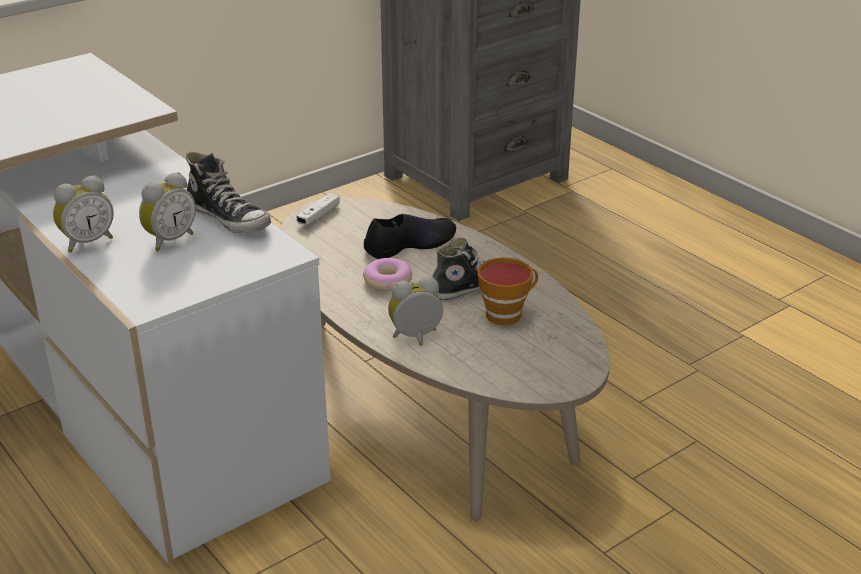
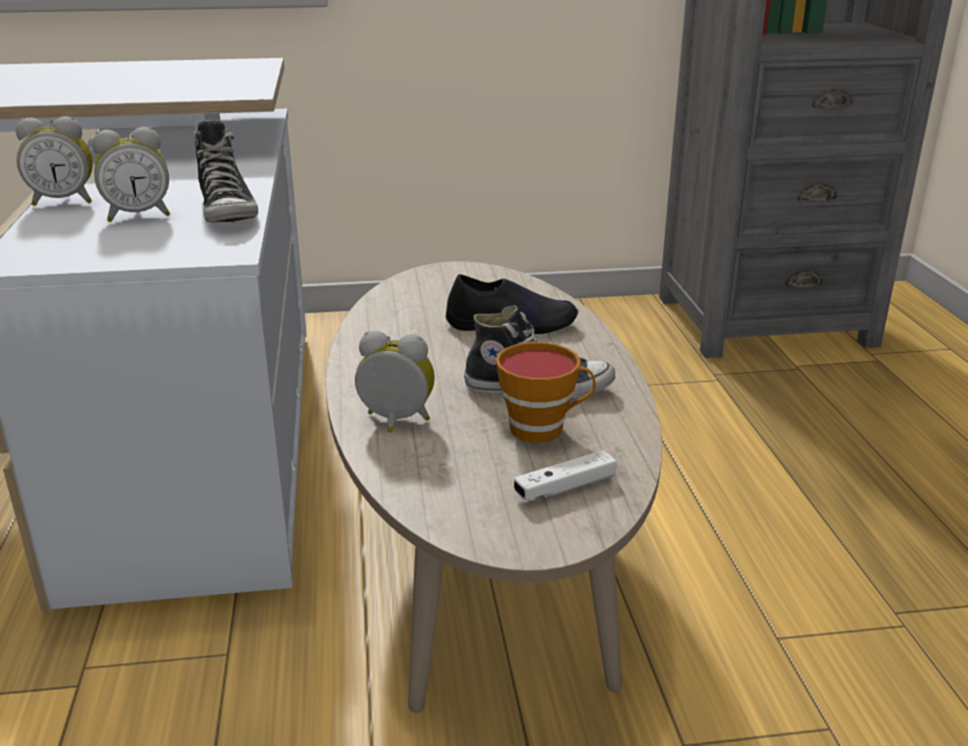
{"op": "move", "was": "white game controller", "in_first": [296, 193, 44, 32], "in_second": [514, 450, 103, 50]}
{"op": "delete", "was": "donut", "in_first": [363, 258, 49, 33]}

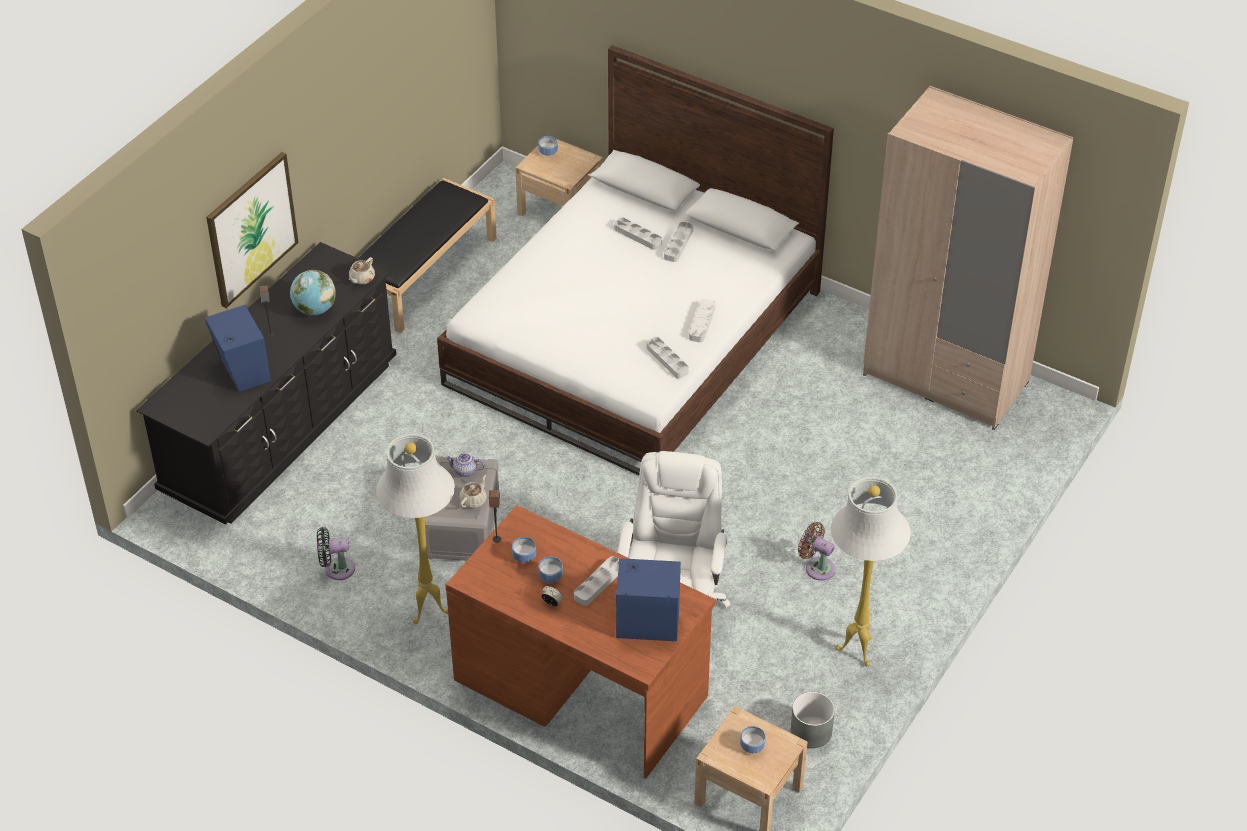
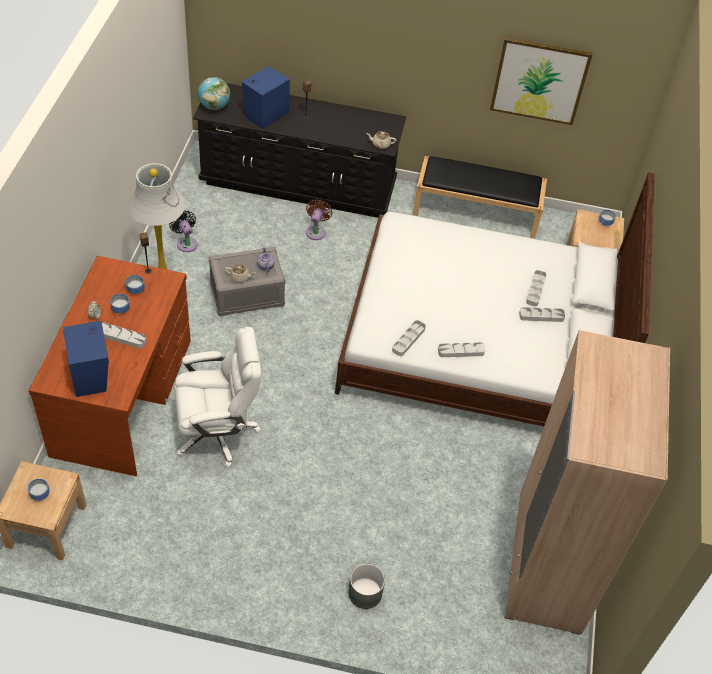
{"op": "move", "was": "picture", "in_first": [206, 152, 93, 156], "in_second": [490, 37, 103, 88]}
{"op": "move", "was": "globe", "in_first": [290, 270, 46, 45], "in_second": [198, 77, 32, 33]}
{"op": "delete", "was": "white floor lamp", "in_first": [831, 477, 80, 190]}
{"op": "move", "was": "brown fan", "in_first": [798, 522, 37, 59], "in_second": [306, 199, 27, 41]}
{"op": "move", "was": "grey planter", "in_first": [791, 692, 44, 56], "in_second": [348, 563, 37, 46]}

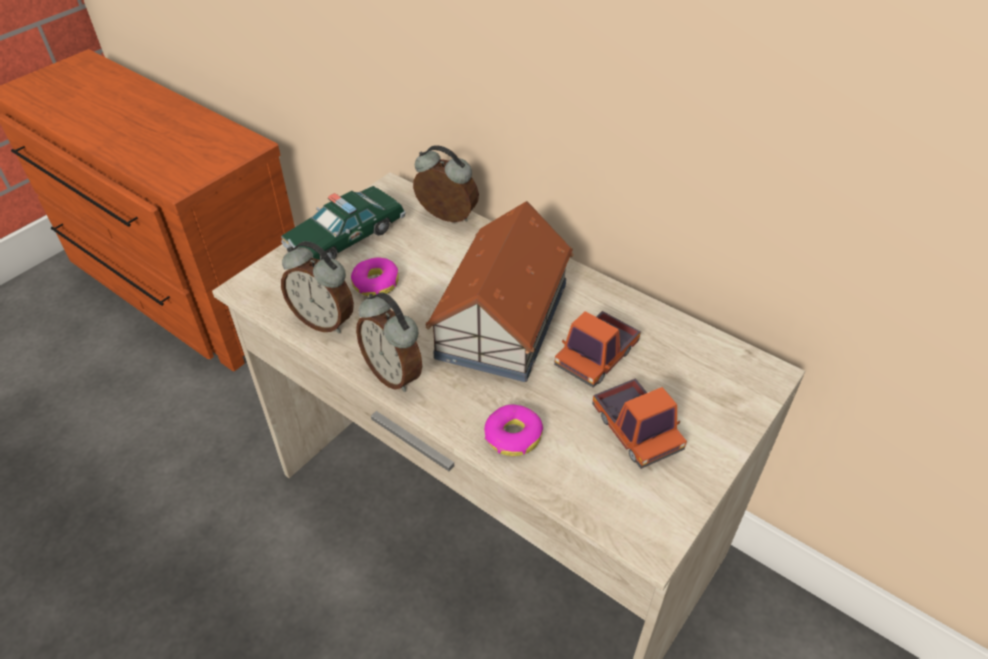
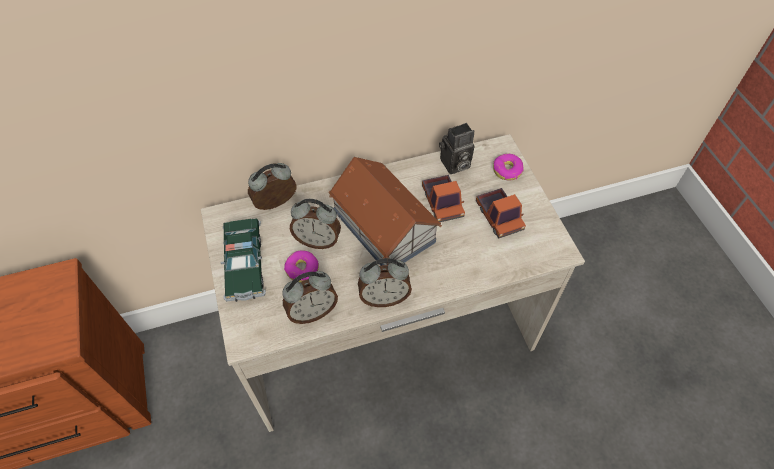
{"op": "rotate", "was": "toy truck", "in_first": [592, 378, 95, 91], "in_second": [476, 188, 50, 51], "clockwise": 60}
{"op": "move", "was": "donut", "in_first": [484, 404, 59, 52], "in_second": [493, 154, 31, 26]}
{"op": "insert", "now": "photo camera", "in_second": [439, 123, 35, 51]}
{"op": "insert", "now": "alarm clock", "in_second": [290, 199, 51, 50]}

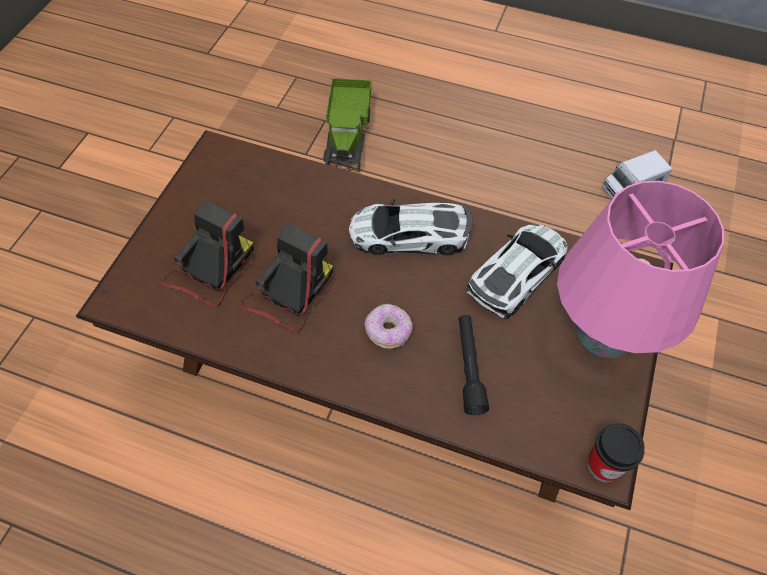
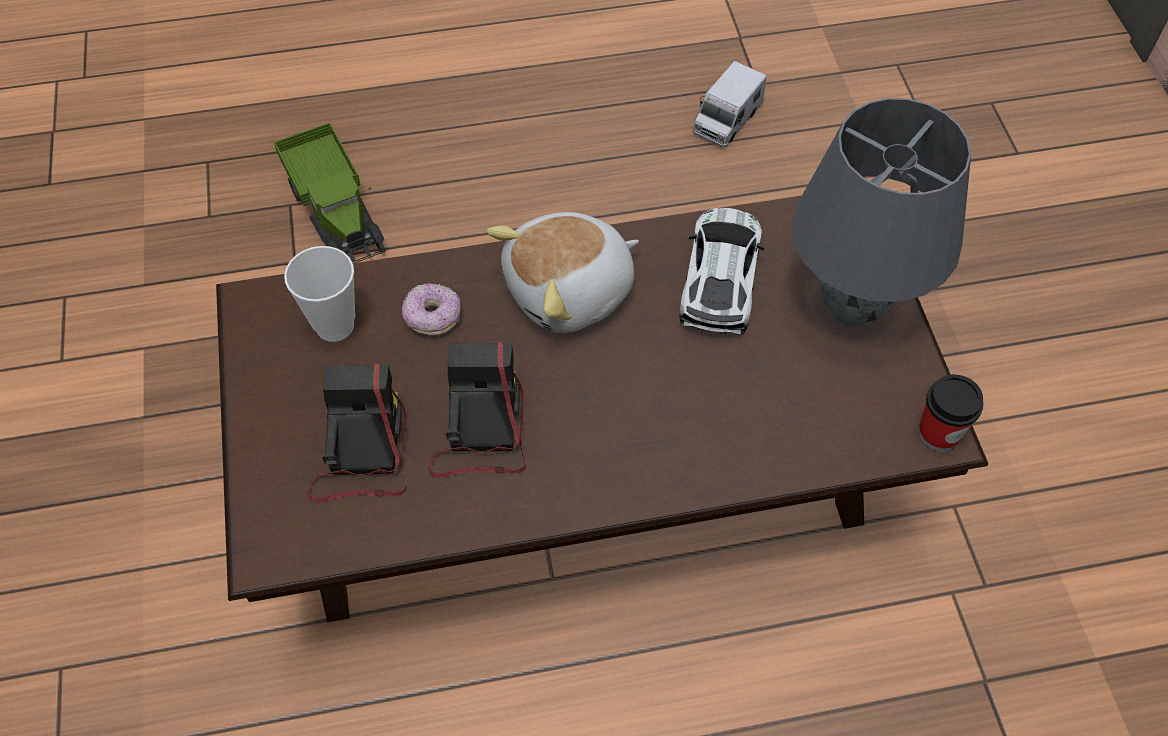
{"op": "recolor", "was": "pink table lamp", "now": "grey table lamp", "in_first": [557, 181, 167, 177], "in_second": [792, 98, 179, 229]}
{"op": "replace", "was": "toy car", "now": "plush toy", "in_first": [349, 198, 124, 57], "in_second": [486, 212, 153, 121]}
{"op": "move", "was": "donut", "in_first": [365, 304, 48, 45], "in_second": [402, 284, 59, 52]}
{"op": "delete", "was": "black flashlight", "in_first": [458, 315, 31, 100]}
{"op": "insert", "now": "cup", "in_second": [284, 246, 71, 96]}

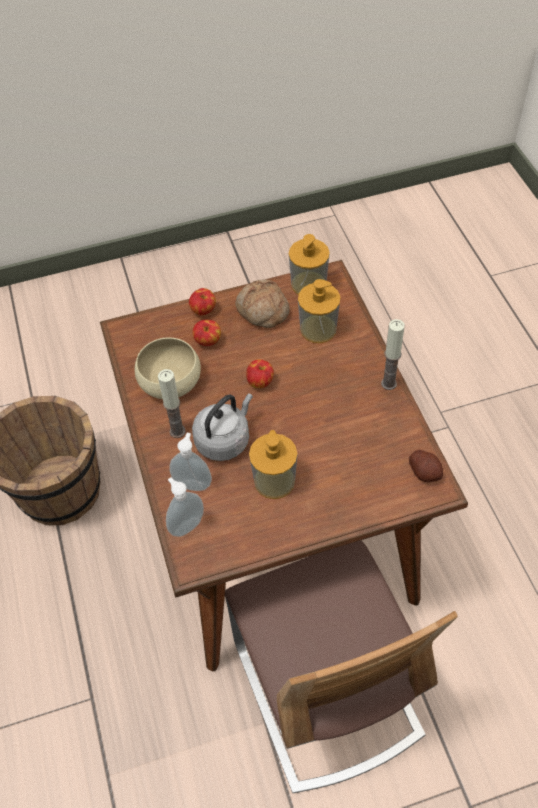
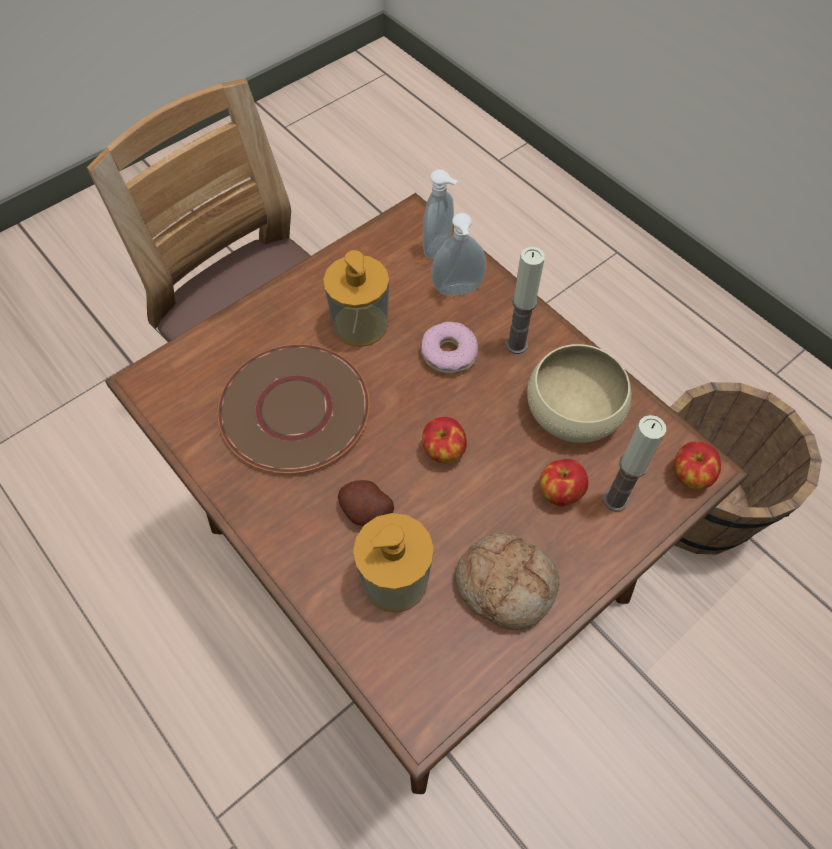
{"op": "delete", "was": "soap dispenser", "in_first": [289, 234, 41, 61]}
{"op": "move", "was": "apple", "in_first": [189, 288, 27, 27], "in_second": [674, 441, 47, 48]}
{"op": "move", "was": "candle", "in_first": [381, 319, 24, 71], "in_second": [603, 415, 63, 97]}
{"op": "replace", "was": "grey kettle", "now": "donut", "in_first": [192, 393, 61, 68], "in_second": [421, 322, 57, 52]}
{"op": "move", "was": "potato", "in_first": [409, 450, 34, 32], "in_second": [338, 480, 56, 46]}
{"op": "insert", "now": "brown plate", "in_second": [217, 344, 153, 129]}

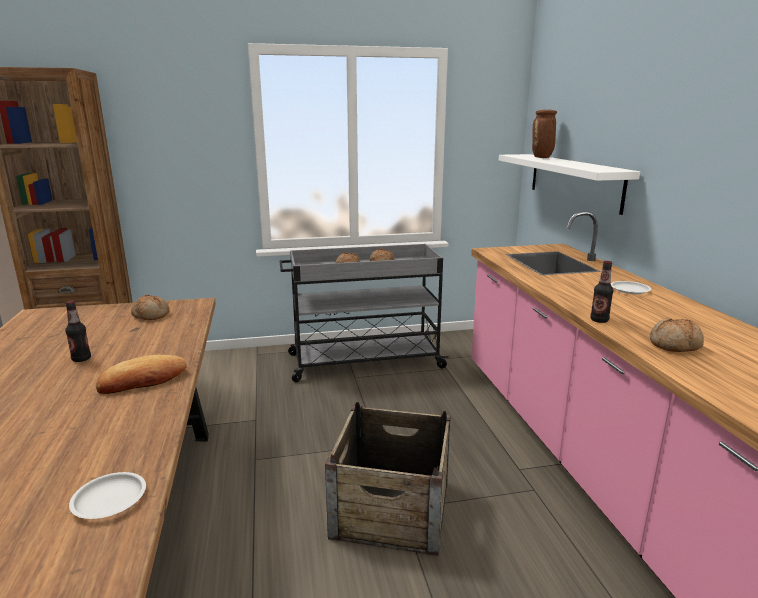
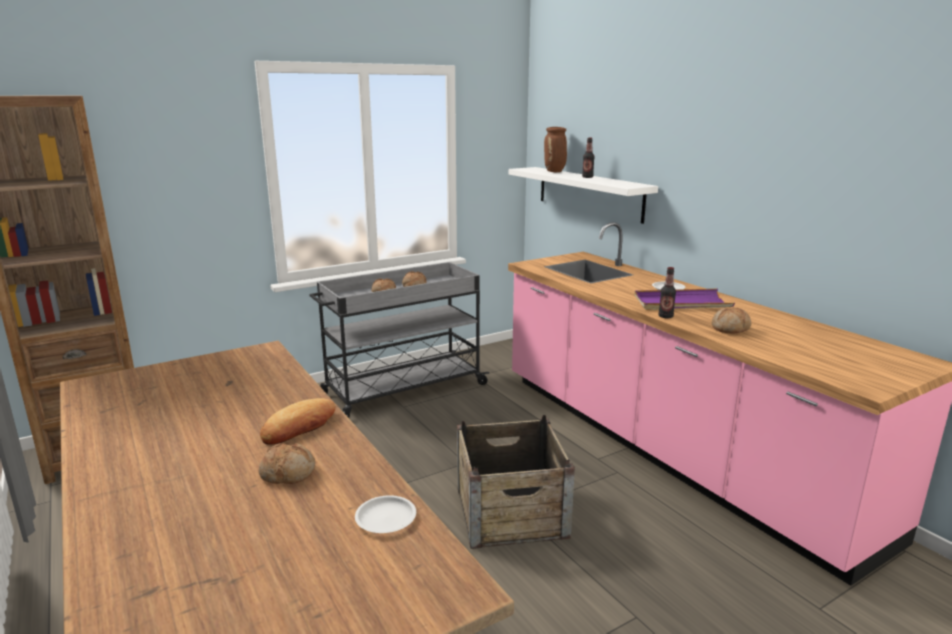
{"op": "move", "was": "bread", "in_first": [131, 295, 39, 25], "in_second": [259, 443, 56, 41]}
{"op": "move", "was": "bottle", "in_first": [65, 301, 26, 61], "in_second": [582, 138, 13, 40]}
{"op": "insert", "now": "purple tray", "in_second": [634, 289, 101, 21]}

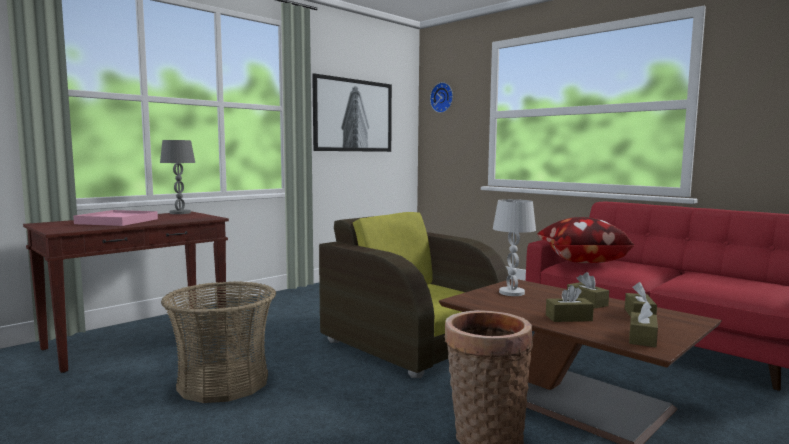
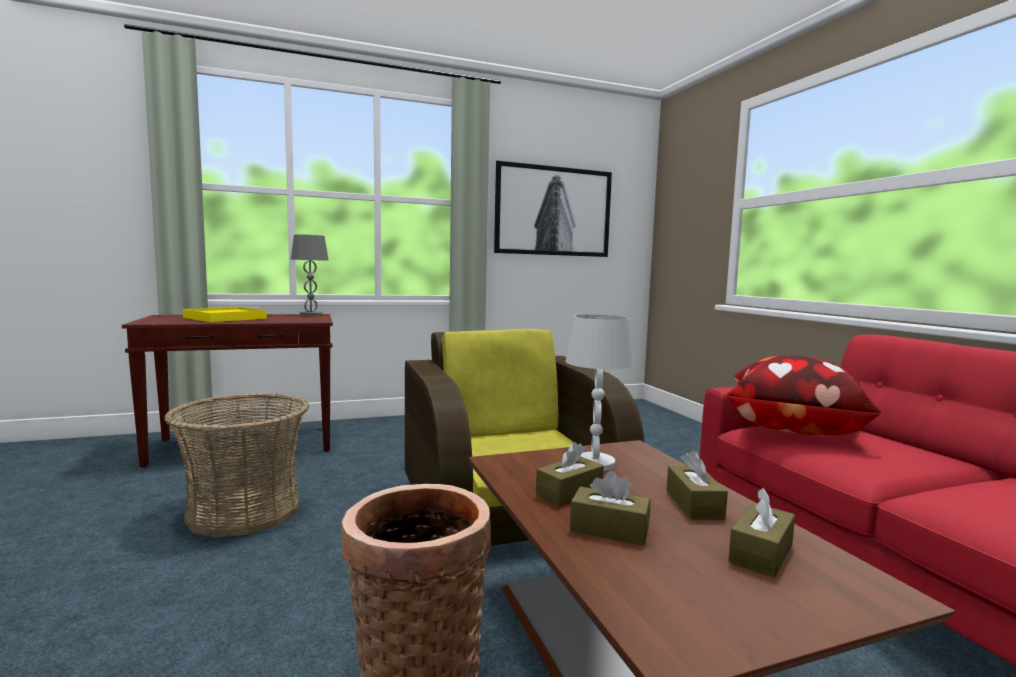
{"op": "delete", "was": "wall clock", "in_first": [430, 82, 23, 31]}
{"op": "recolor", "was": "pink tray", "now": "yellow tray", "in_first": [73, 210, 85, 16], "in_second": [183, 307, 84, 15]}
{"op": "move", "was": "brown tissue box", "in_first": [629, 301, 29, 47], "in_second": [536, 442, 68, 65]}

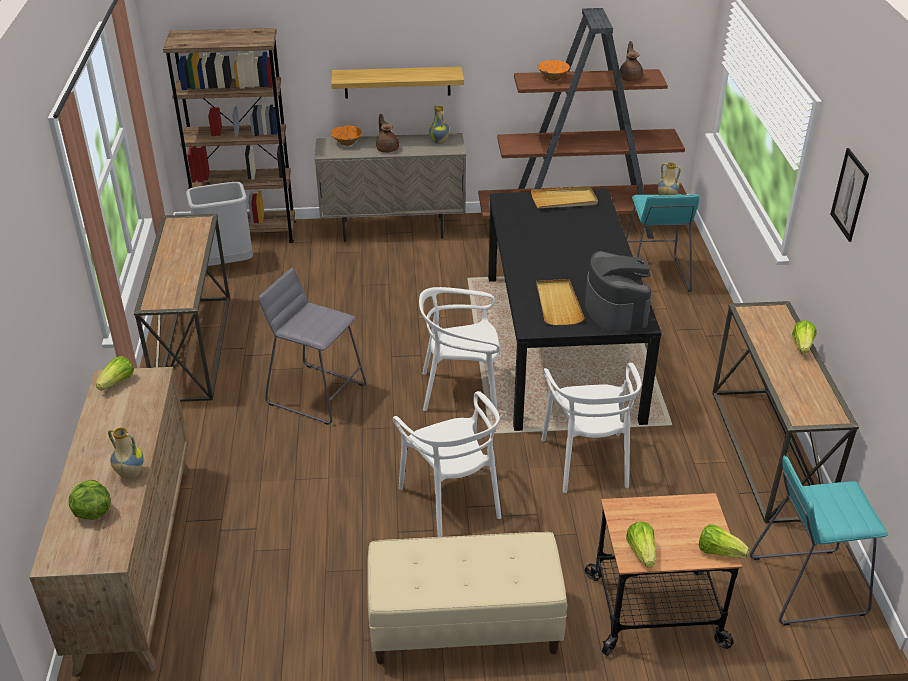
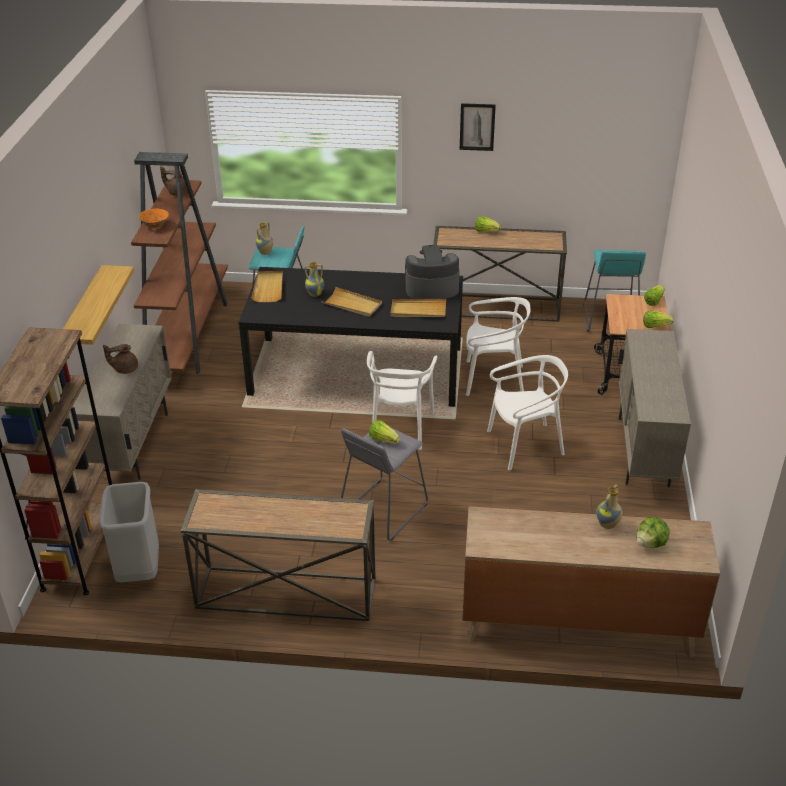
{"op": "move", "was": "vase", "in_first": [429, 105, 20, 39], "in_second": [305, 262, 19, 35]}
{"op": "delete", "was": "orange bowl", "in_first": [331, 125, 31, 21]}
{"op": "move", "was": "lettuce", "in_first": [96, 356, 38, 35], "in_second": [369, 420, 31, 24]}
{"op": "replace", "was": "beige bench", "now": "beige cabinet", "in_first": [367, 532, 200, 132], "in_second": [618, 329, 73, 158]}
{"op": "insert", "now": "beige tray", "in_second": [321, 287, 61, 30]}

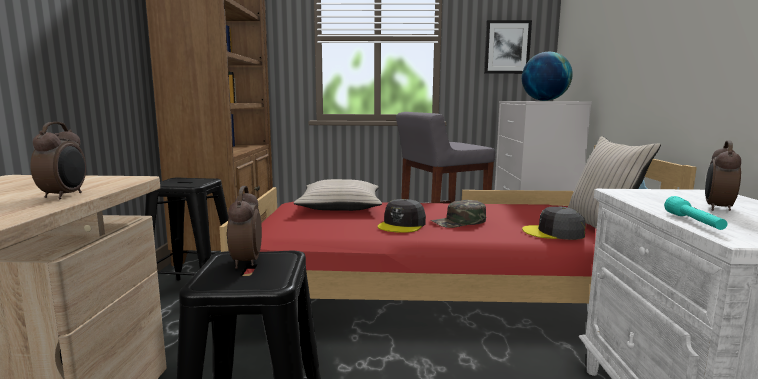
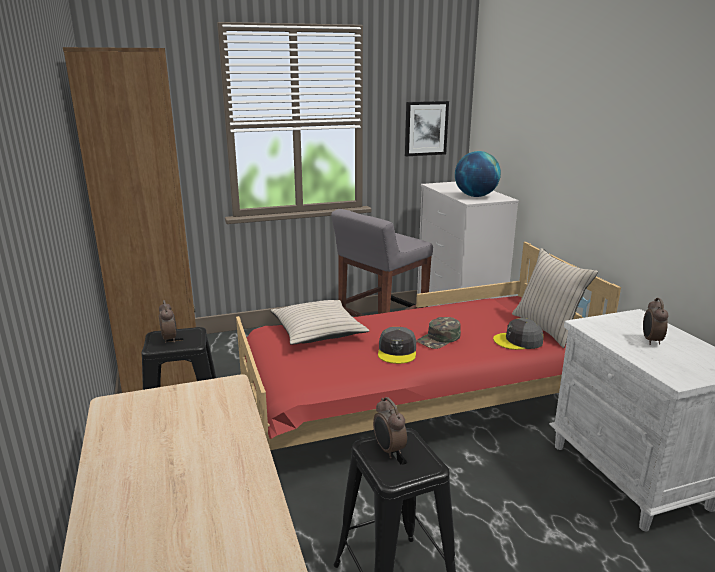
{"op": "move", "was": "alarm clock", "in_first": [30, 122, 56, 77], "in_second": [159, 300, 18, 43]}
{"op": "delete", "was": "turquoise flashlight", "in_first": [664, 196, 63, 34]}

